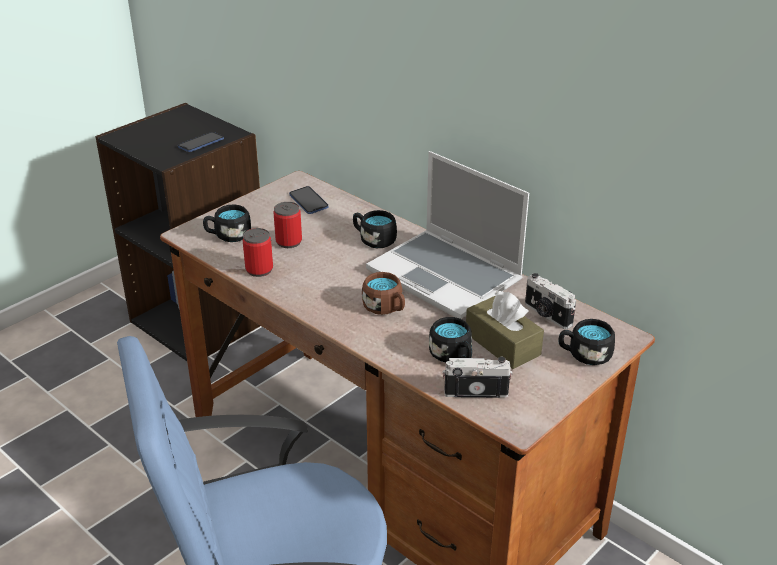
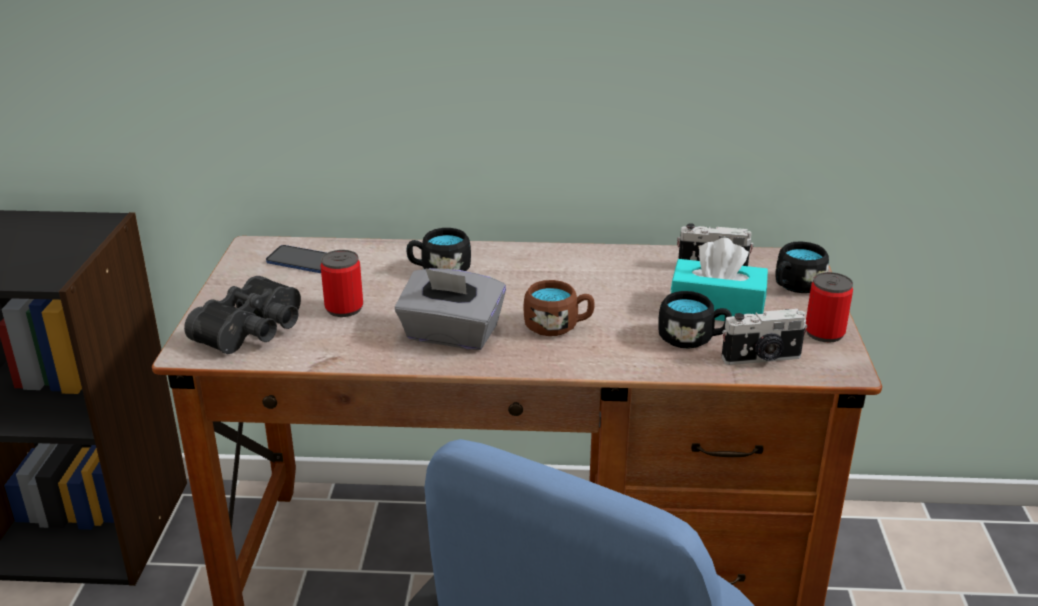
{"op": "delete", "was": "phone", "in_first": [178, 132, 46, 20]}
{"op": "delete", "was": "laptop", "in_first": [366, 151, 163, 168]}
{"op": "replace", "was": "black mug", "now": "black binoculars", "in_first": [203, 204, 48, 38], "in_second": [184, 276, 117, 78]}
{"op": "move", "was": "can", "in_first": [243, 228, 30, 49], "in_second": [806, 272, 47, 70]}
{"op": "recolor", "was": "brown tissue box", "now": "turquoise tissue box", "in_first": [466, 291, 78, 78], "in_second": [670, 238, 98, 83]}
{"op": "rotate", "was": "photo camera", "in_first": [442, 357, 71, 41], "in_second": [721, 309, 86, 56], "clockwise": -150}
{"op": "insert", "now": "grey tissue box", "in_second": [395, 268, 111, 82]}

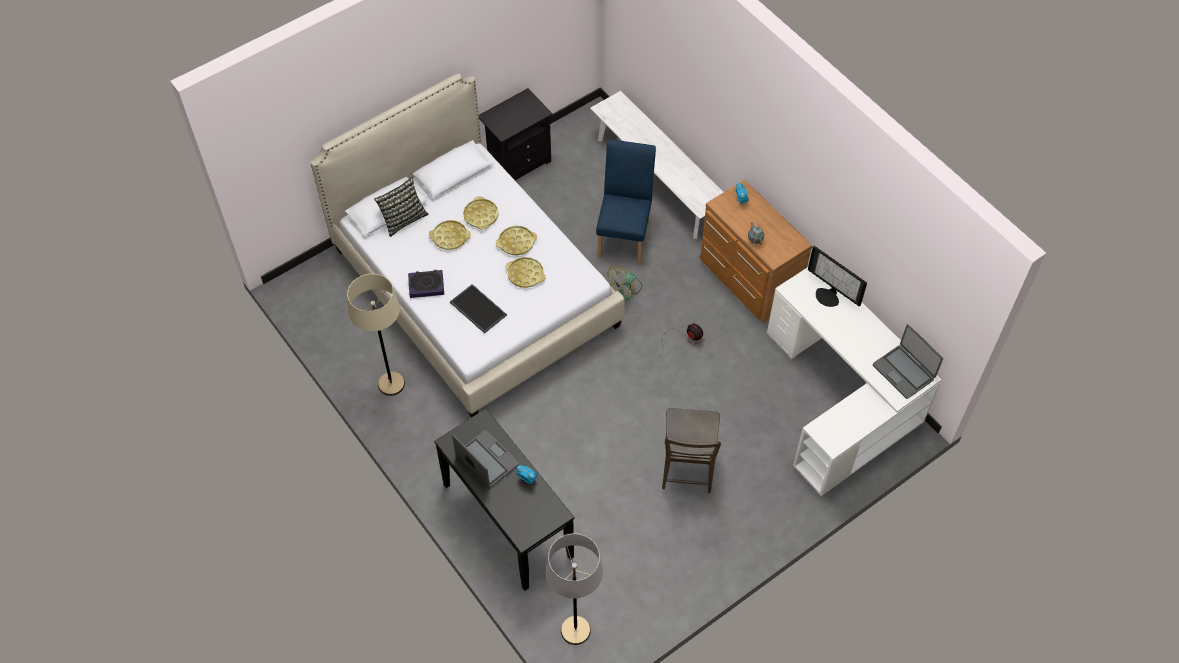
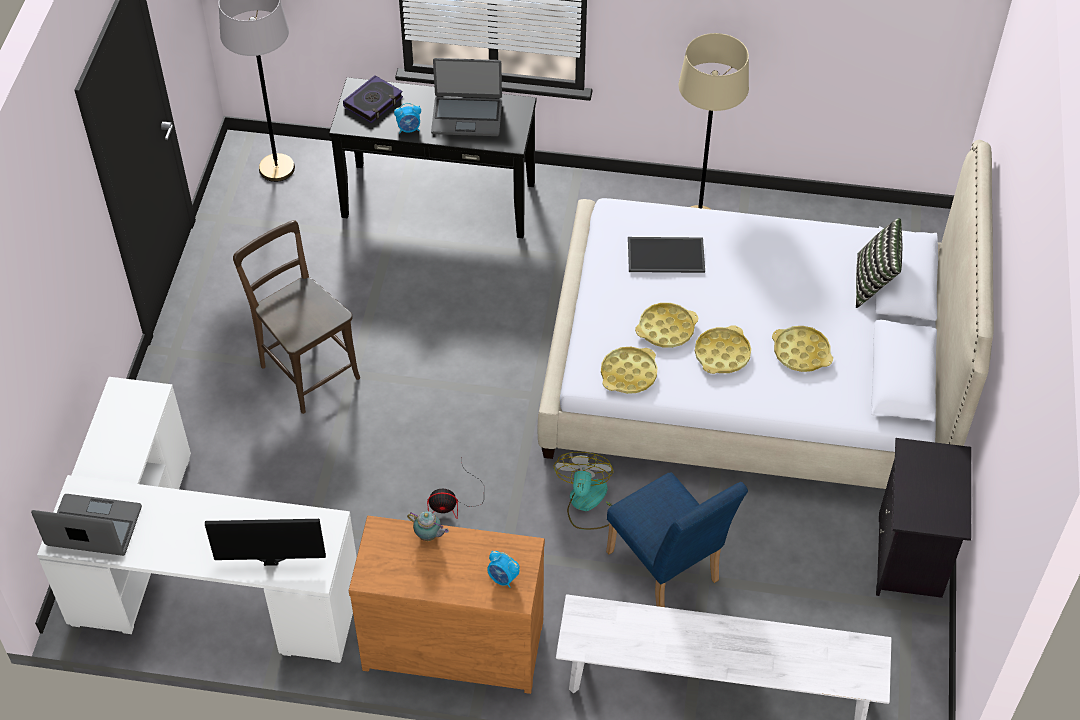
{"op": "move", "was": "yellow tray", "in_first": [429, 220, 42, 30], "in_second": [601, 347, 57, 47]}
{"op": "move", "was": "book", "in_first": [408, 270, 36, 28], "in_second": [343, 75, 60, 48]}

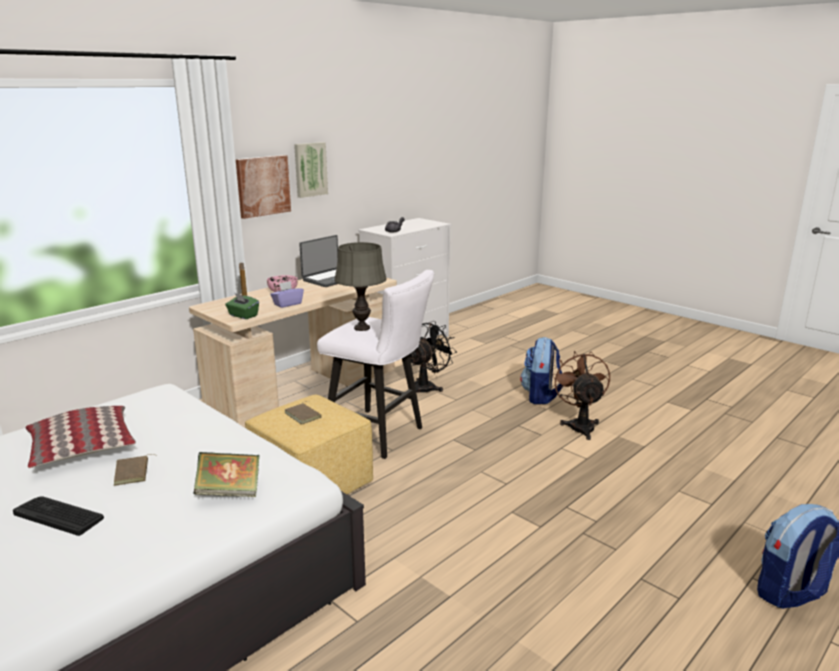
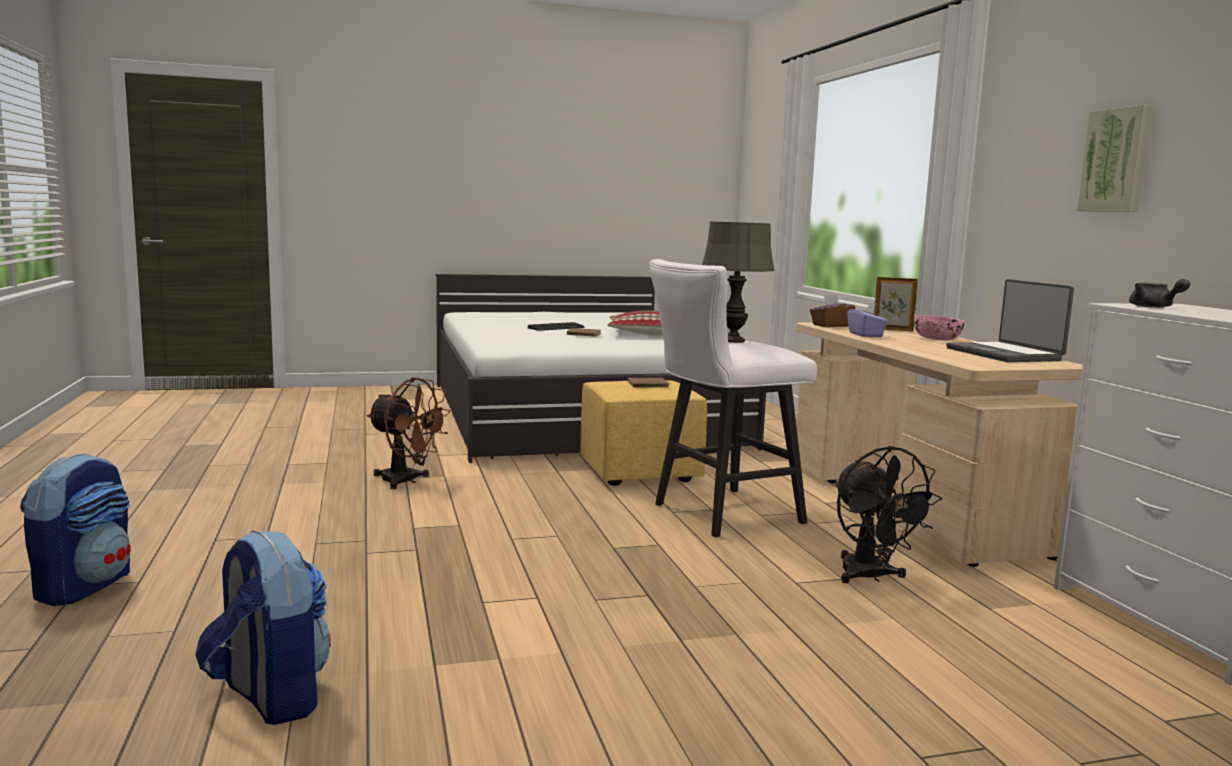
{"op": "delete", "was": "picture", "in_first": [236, 155, 55, 64]}
{"op": "recolor", "was": "green tissue box", "now": "brown tissue box", "in_first": [225, 293, 34, 26], "in_second": [810, 295, 45, 32]}
{"op": "move", "was": "backpack", "in_first": [520, 337, 43, 67], "in_second": [196, 530, 135, 195]}
{"op": "move", "was": "brown fan", "in_first": [552, 351, 58, 89], "in_second": [367, 377, 84, 112]}
{"op": "delete", "was": "book", "in_first": [194, 452, 66, 45]}

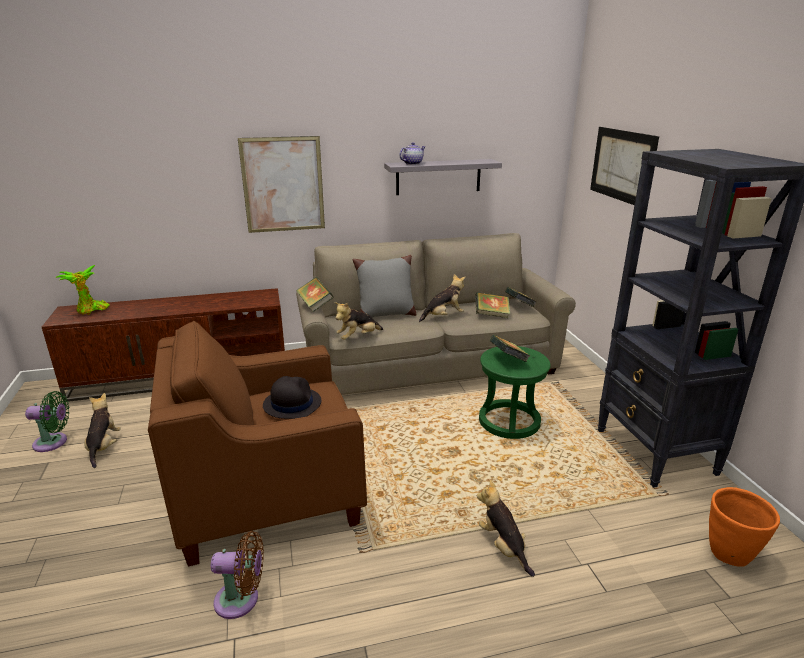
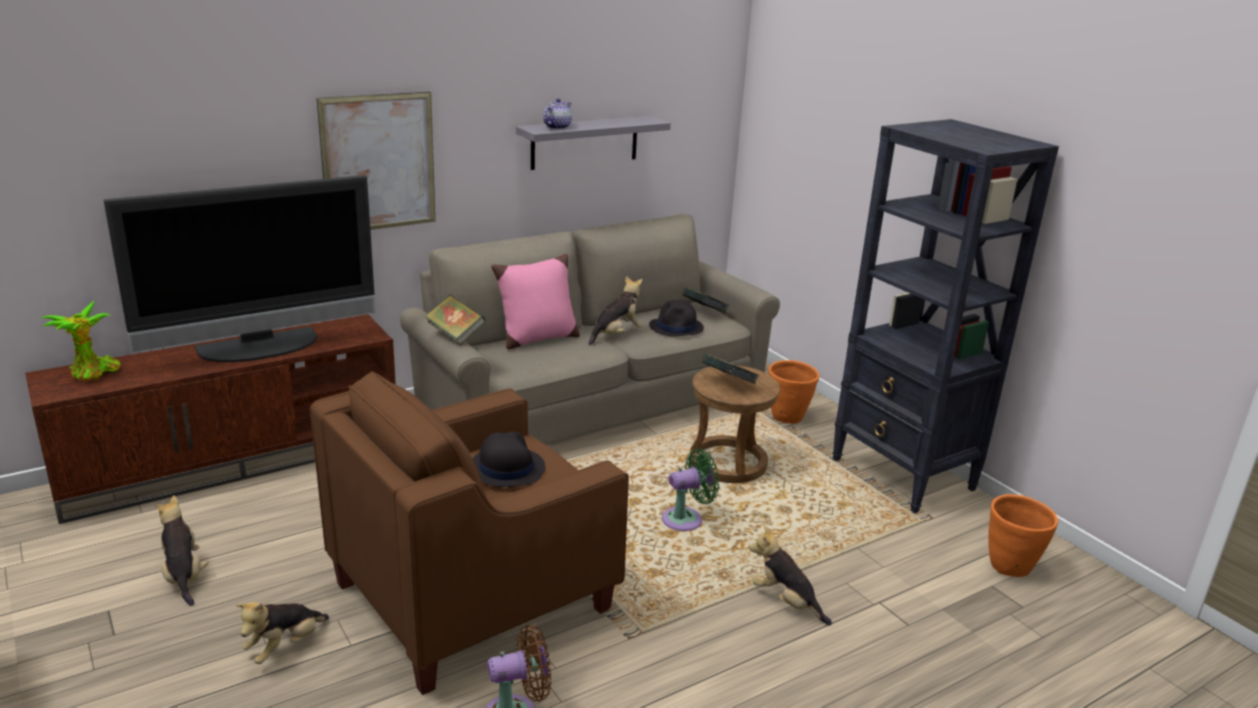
{"op": "delete", "was": "picture", "in_first": [590, 127, 69, 78]}
{"op": "recolor", "was": "grey pillow", "now": "pink pillow", "in_first": [353, 255, 64, 63], "in_second": [491, 254, 89, 95]}
{"op": "replace", "was": "book", "now": "black hat", "in_first": [475, 292, 35, 26], "in_second": [649, 300, 55, 37]}
{"op": "move", "was": "plush toy", "in_first": [334, 302, 49, 38], "in_second": [236, 602, 93, 62]}
{"op": "recolor", "was": "green stool", "now": "brown stool", "in_first": [479, 346, 72, 93], "in_second": [689, 365, 91, 118]}
{"op": "move", "was": "green fan", "in_first": [25, 391, 45, 61], "in_second": [662, 449, 58, 82]}
{"op": "insert", "now": "television", "in_second": [103, 175, 272, 187]}
{"op": "insert", "now": "orange planter", "in_second": [768, 360, 51, 64]}

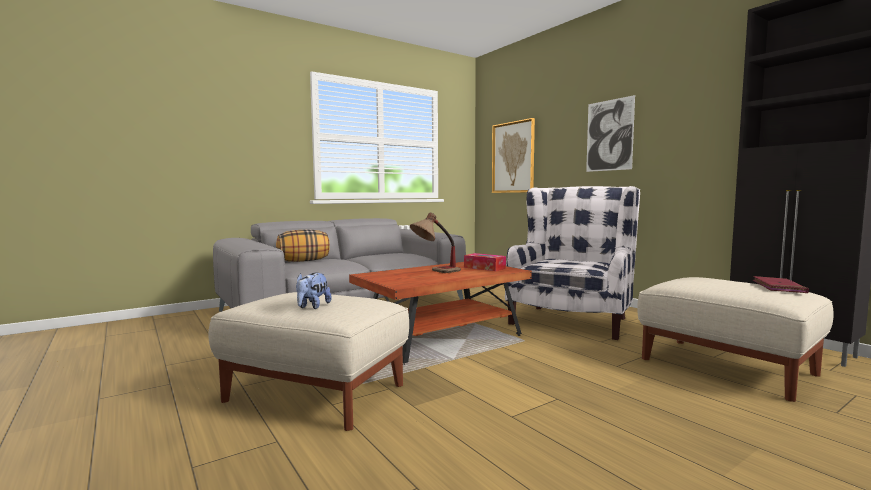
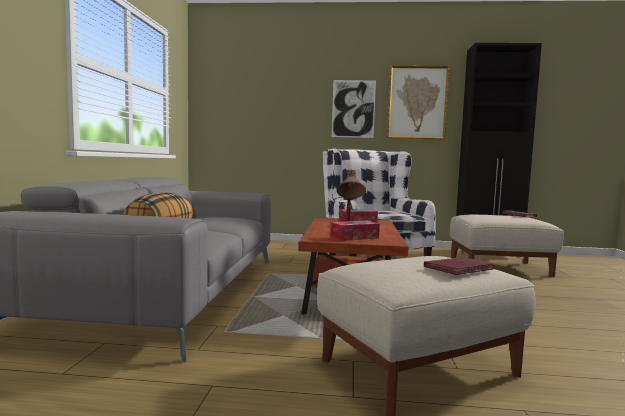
{"op": "move", "was": "picture", "in_first": [492, 118, 43, 75], "in_second": [387, 65, 63, 74]}
{"op": "replace", "was": "plush toy", "now": "red book", "in_first": [296, 273, 36, 36], "in_second": [424, 257, 70, 18]}
{"op": "insert", "now": "tissue box", "in_second": [330, 221, 50, 20]}

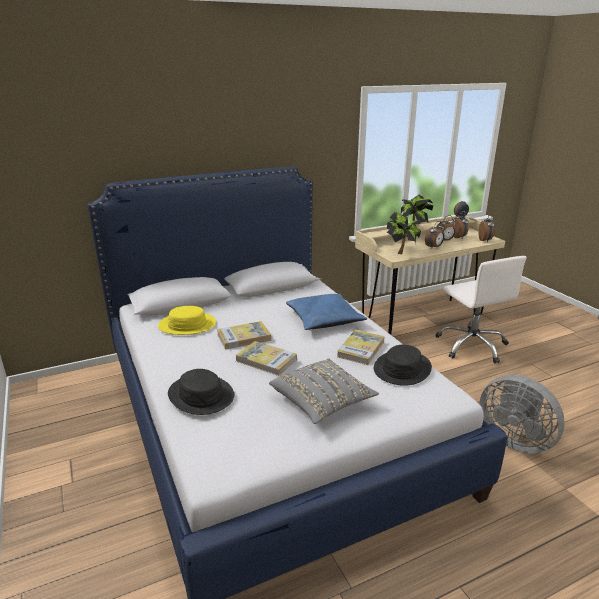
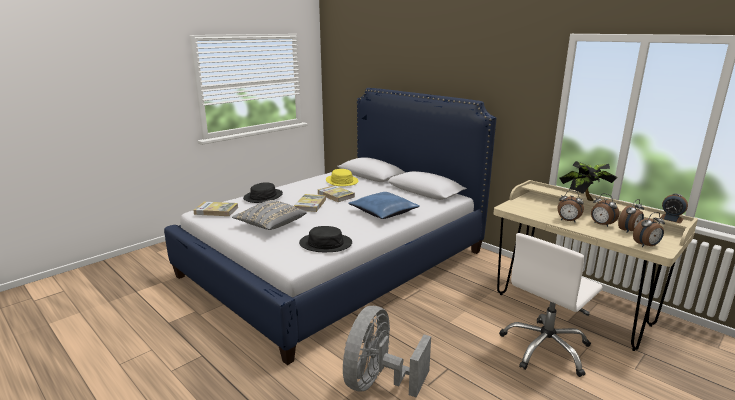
{"op": "delete", "was": "potted plant", "in_first": [387, 212, 34, 42]}
{"op": "move", "was": "book", "in_first": [337, 330, 48, 35], "in_second": [193, 202, 45, 14]}

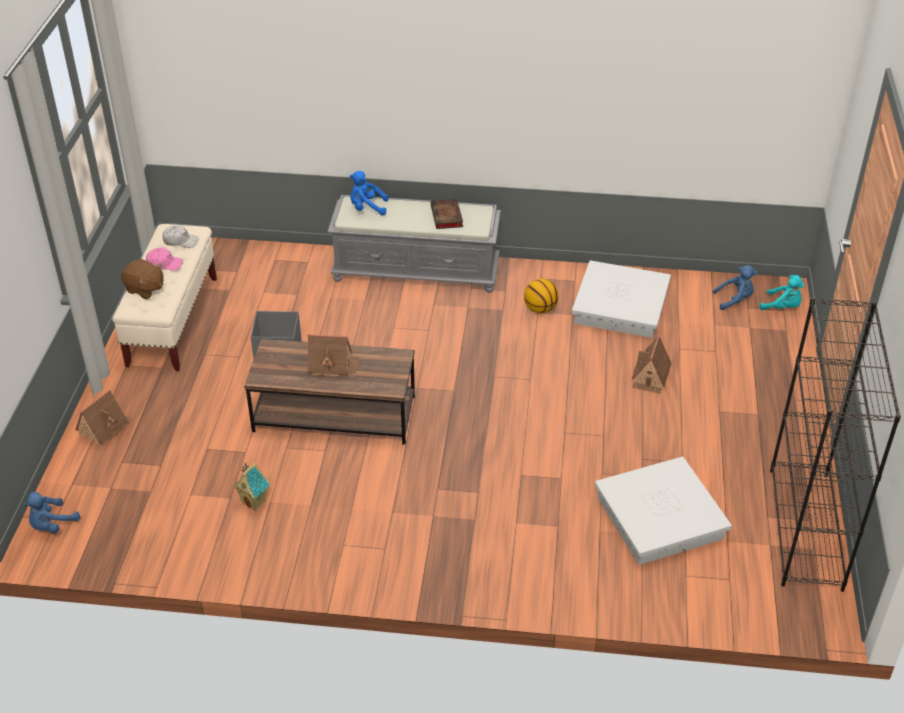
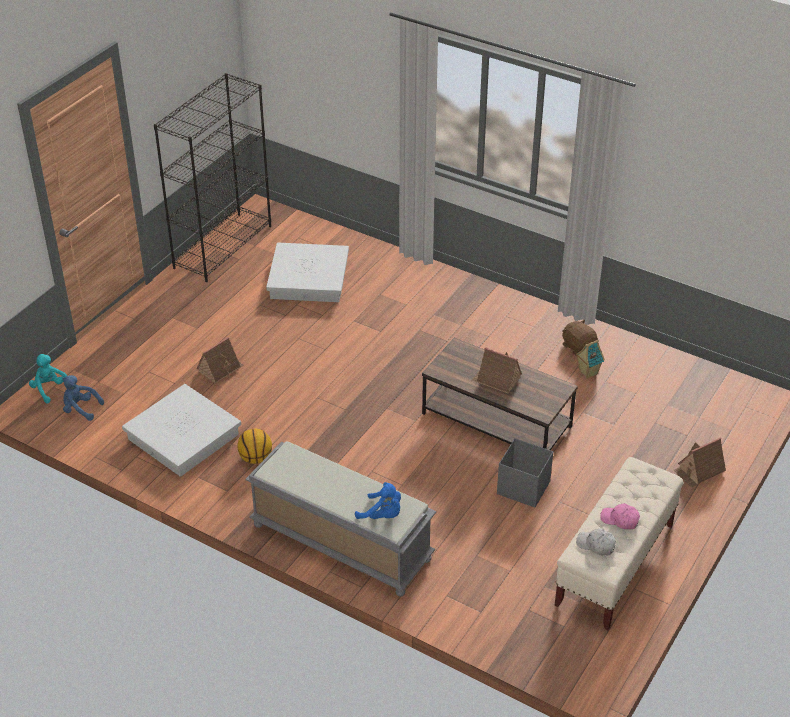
{"op": "delete", "was": "book", "in_first": [430, 199, 33, 30]}
{"op": "move", "was": "brown plush toy", "in_first": [121, 259, 42, 40], "in_second": [562, 319, 36, 36]}
{"op": "delete", "was": "blue plush toy", "in_first": [24, 492, 56, 41]}

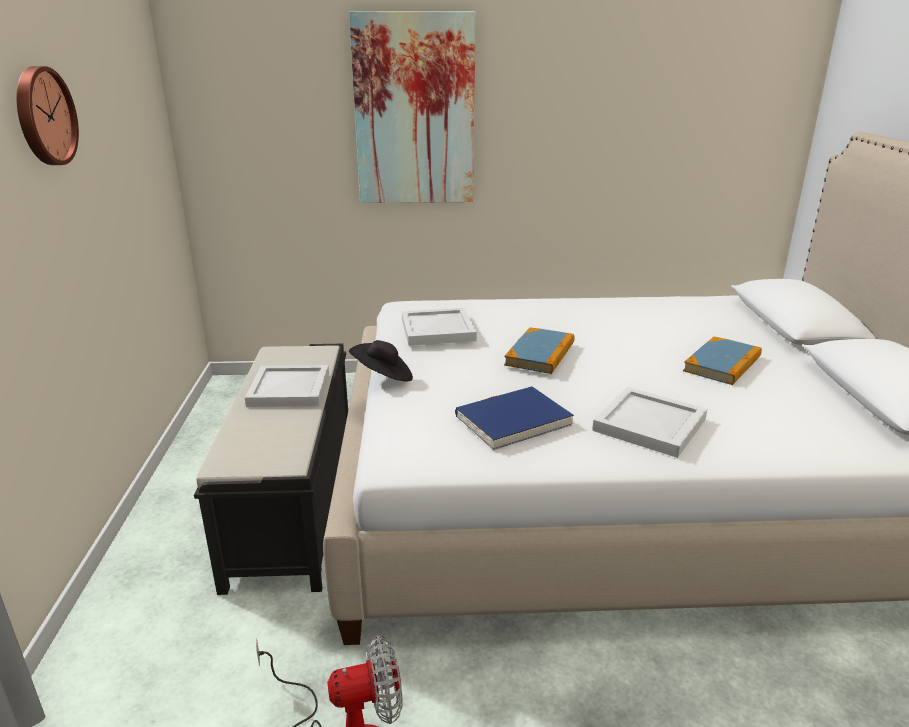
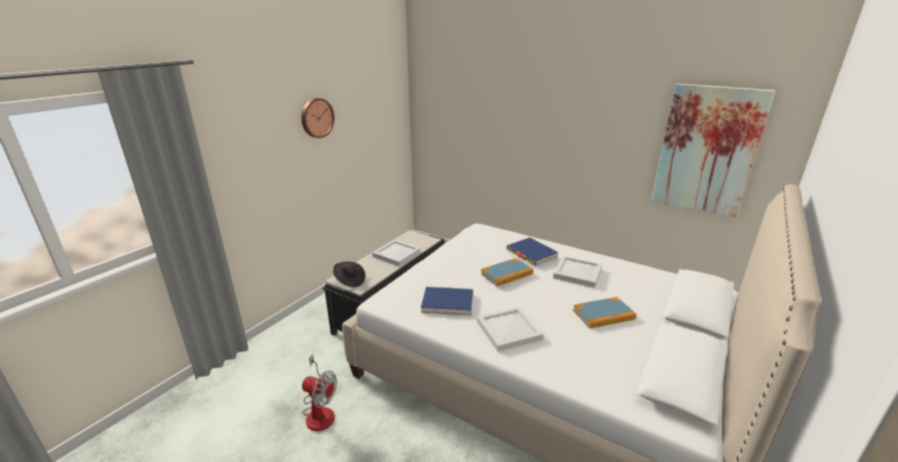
{"op": "move", "was": "picture", "in_first": [349, 11, 127, 192], "in_second": [651, 84, 124, 133]}
{"op": "move", "was": "white tray", "in_first": [402, 308, 75, 38], "in_second": [553, 256, 49, 32]}
{"op": "move", "was": "black hat", "in_first": [349, 340, 64, 41], "in_second": [333, 261, 32, 26]}
{"op": "insert", "now": "blue book", "in_second": [506, 237, 53, 29]}

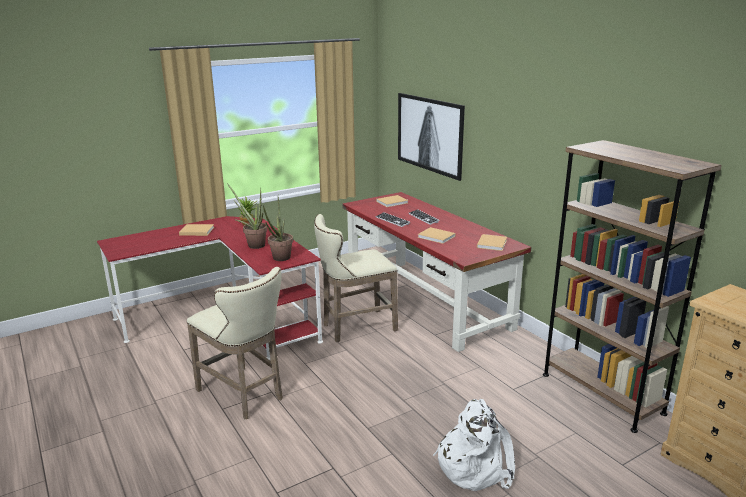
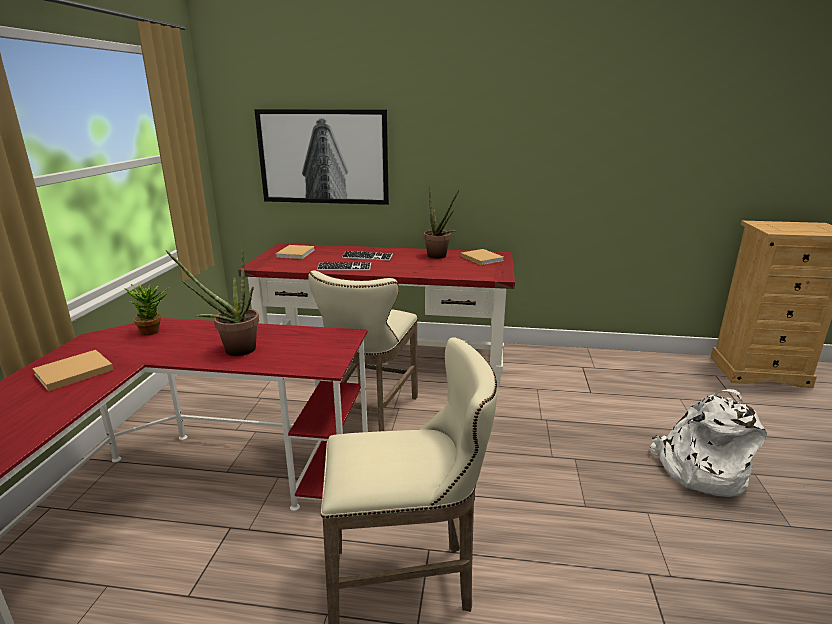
{"op": "delete", "was": "brown bookcase", "in_first": [543, 140, 179, 293]}
{"op": "move", "was": "potted plant", "in_first": [263, 197, 30, 64], "in_second": [424, 188, 35, 71]}
{"op": "delete", "was": "beige book", "in_first": [417, 227, 39, 17]}

